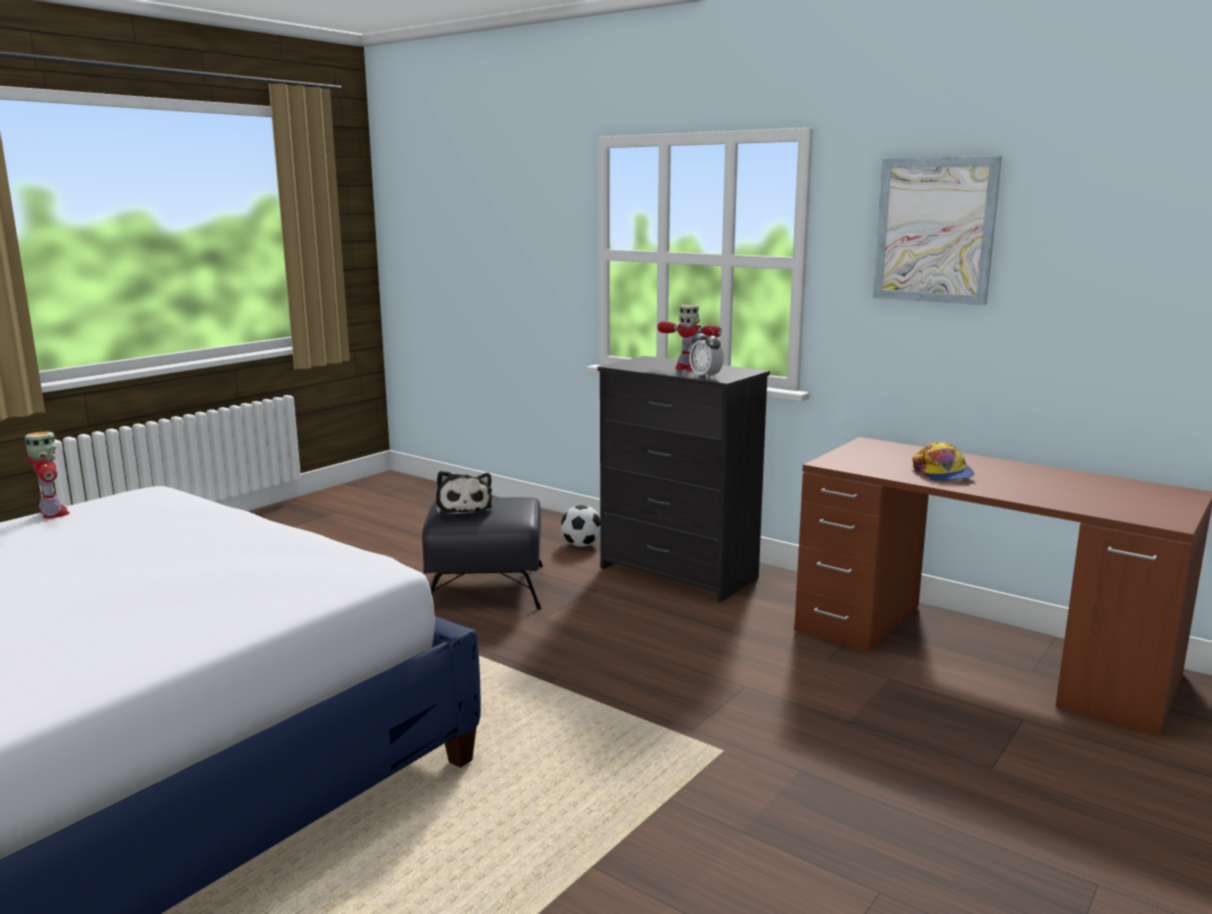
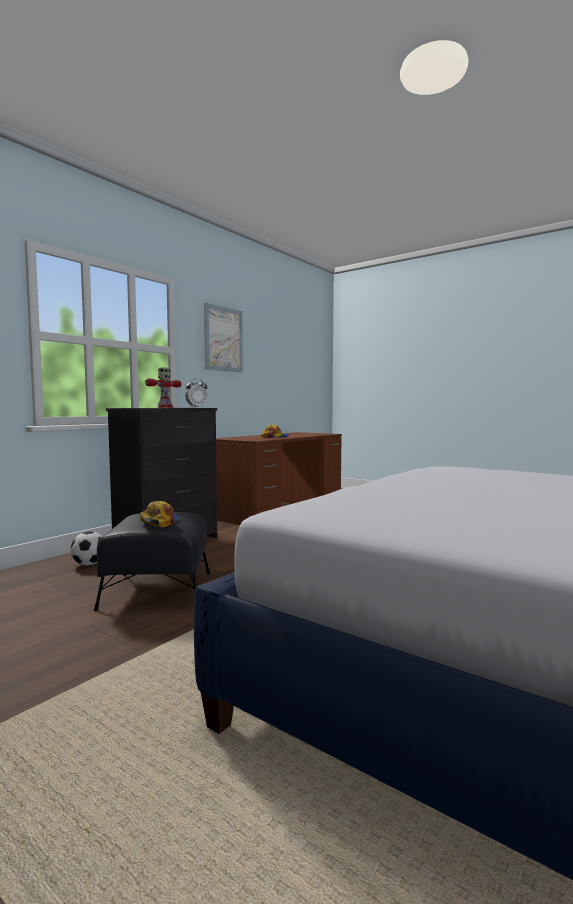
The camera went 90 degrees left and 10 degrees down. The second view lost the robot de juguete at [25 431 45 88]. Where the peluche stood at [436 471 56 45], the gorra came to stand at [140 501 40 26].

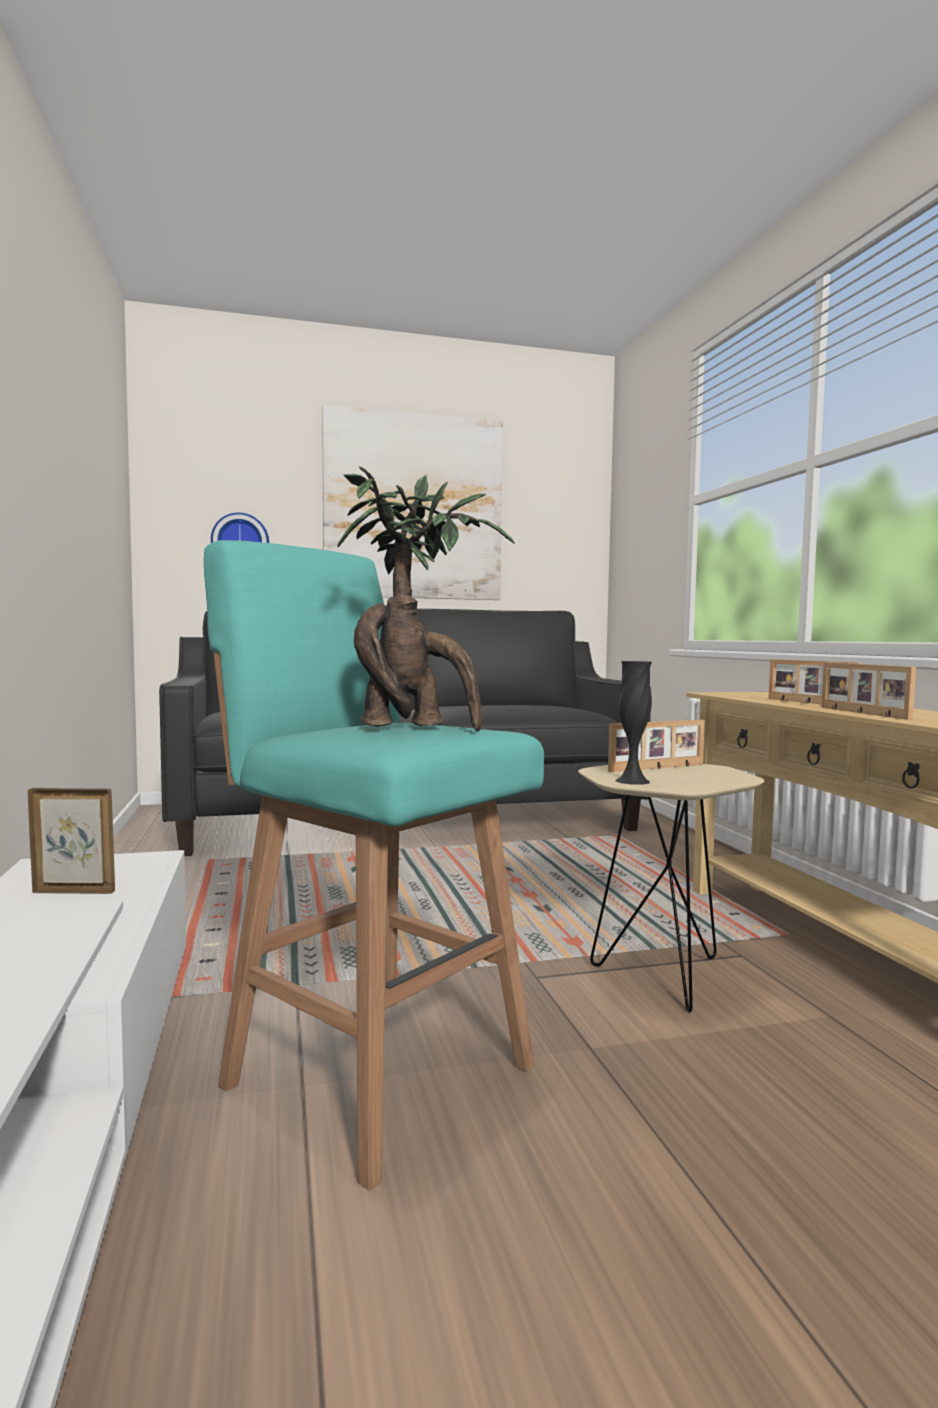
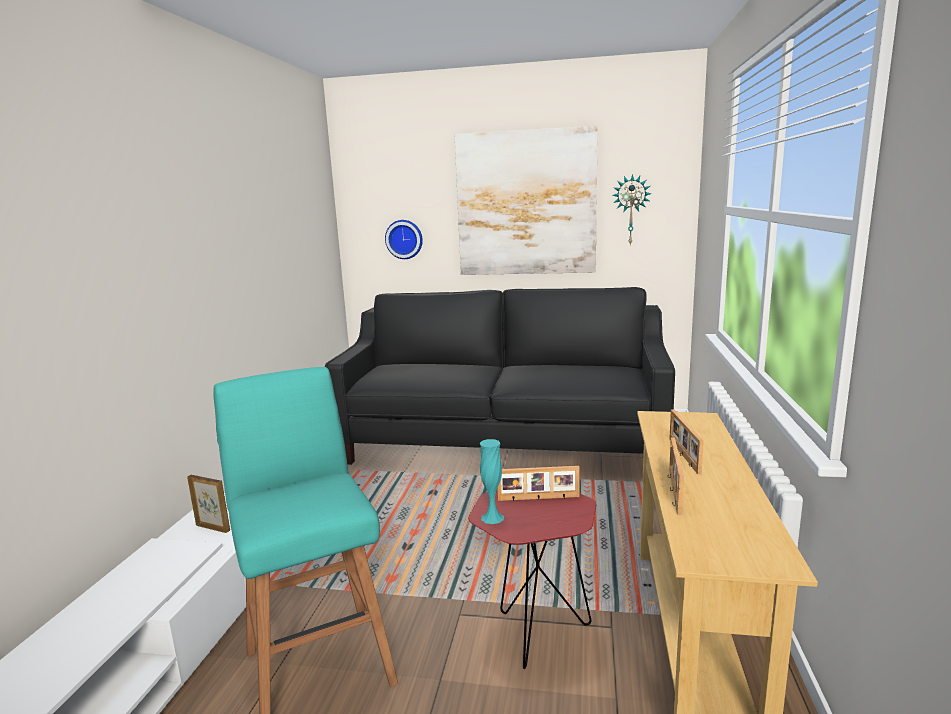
The camera went 25 degrees right and 10 degrees up. The second view lost the planta en maceta at [337 466 178 265]. The second view gained the reloj de pared at [612 174 40 72]. What was the mesa auxiliar [beis] at [578 764 186 248] turned into the mesa auxiliar [rojo] at [468 490 128 179]. What was the florero [negro] at [616 661 36 124] turned into the florero [turquesa] at [480 439 24 85].

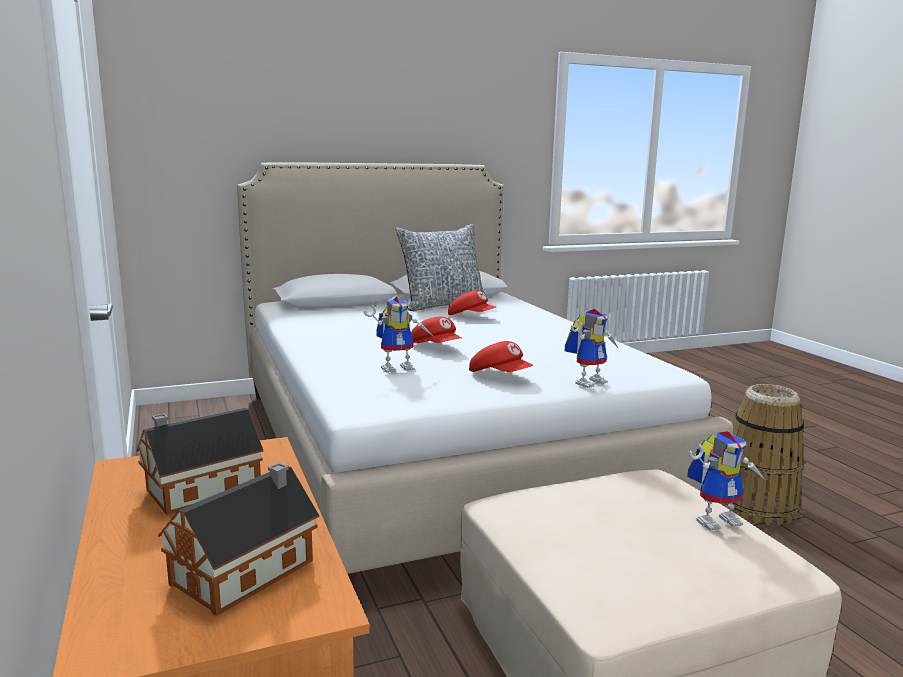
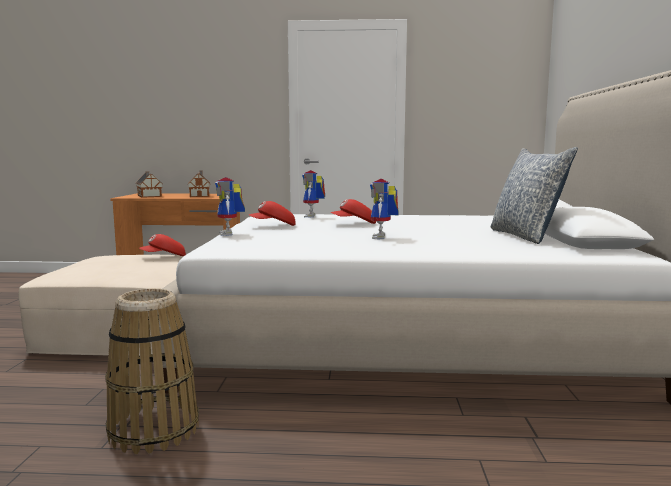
The camera went 115 degrees right and 5 degrees down. The gorra [rojo] ended up elsewhere, having gone from [448 291 48 24] to [139 234 47 22]. The robot de juguete ended up elsewhere, having gone from [687 431 79 100] to [370 179 29 60].

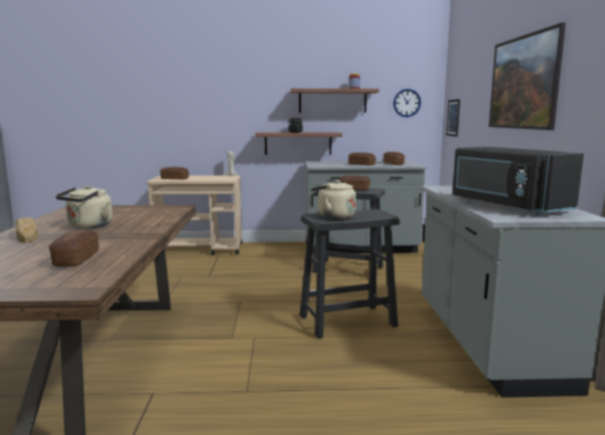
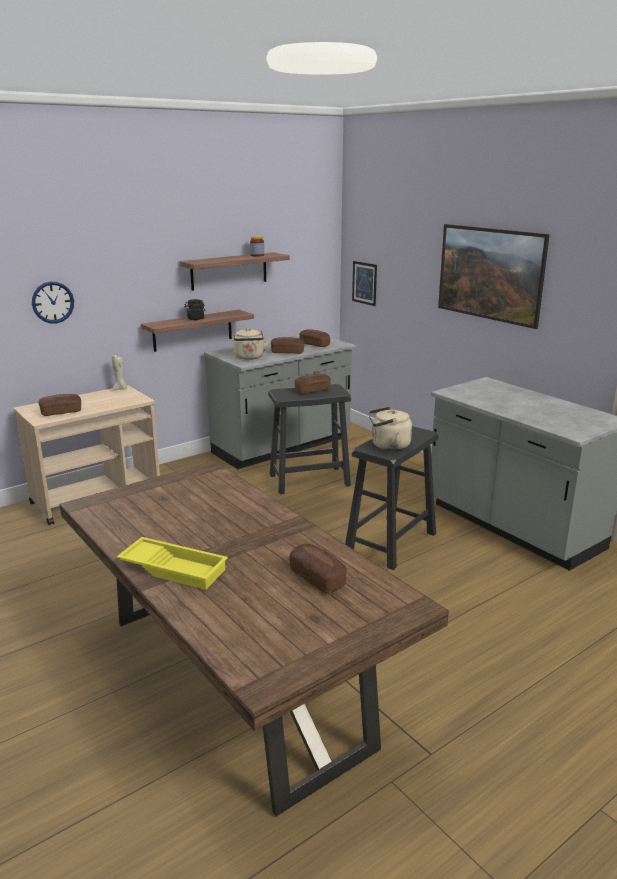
The camera went 35 degrees left and 10 degrees up. The second view lost the microondas [negro] at [452 147 132 68]. The hervidor [beis] ended up elsewhere, having gone from [55 186 57 43] to [233 328 37 32]. The reloj de pared ended up elsewhere, having gone from [393 89 28 28] to [32 281 42 42]. Where the pan stood at [15 217 23 26], the bandeja [amarillo] came to stand at [117 537 111 53].

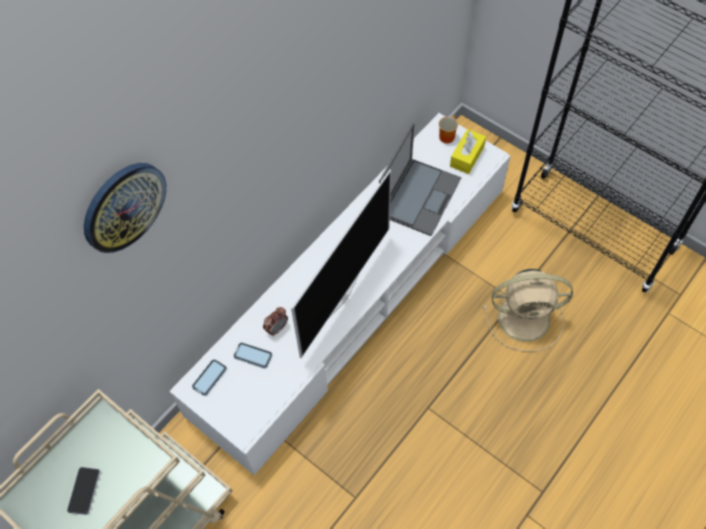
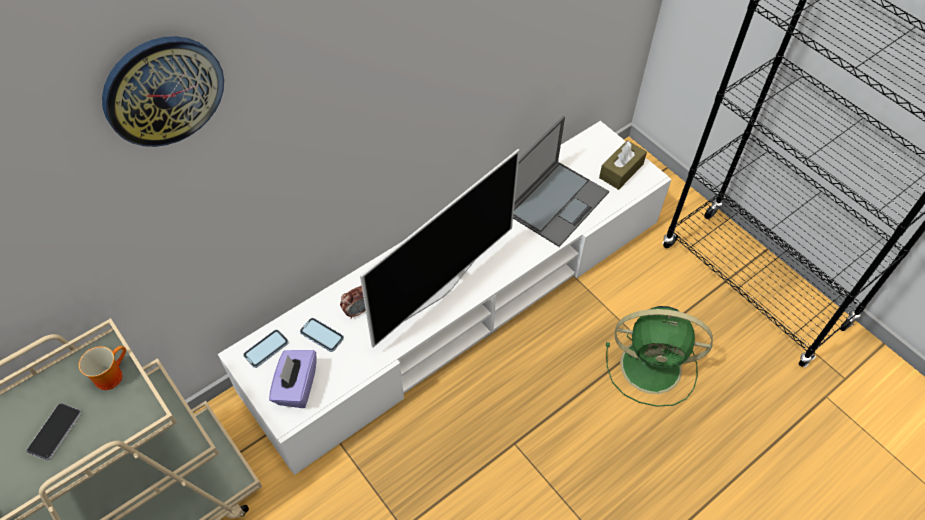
The camera went 10 degrees right and 5 degrees down. The second view gained the caja de pañuelos [morado] at [269 350 48 58]. The taza grande ended up elsewhere, having gone from [439 116 19 27] to [78 346 48 44]. What was the caja de pañuelos [amarillo] at [450 129 36 45] turned into the caja de pañuelos [marrón] at [599 140 48 50]. What was the ventilador [beis] at [483 269 90 82] turned into the ventilador [verde] at [606 306 107 101].

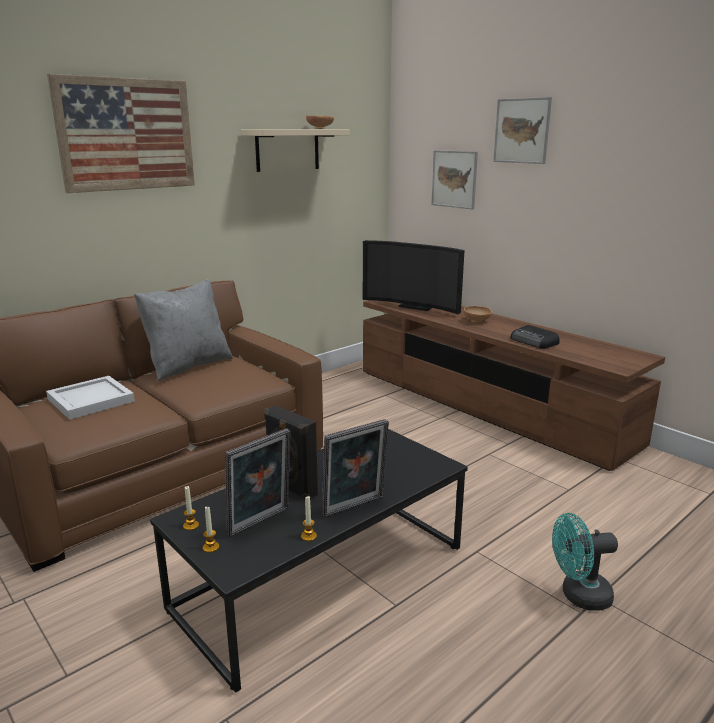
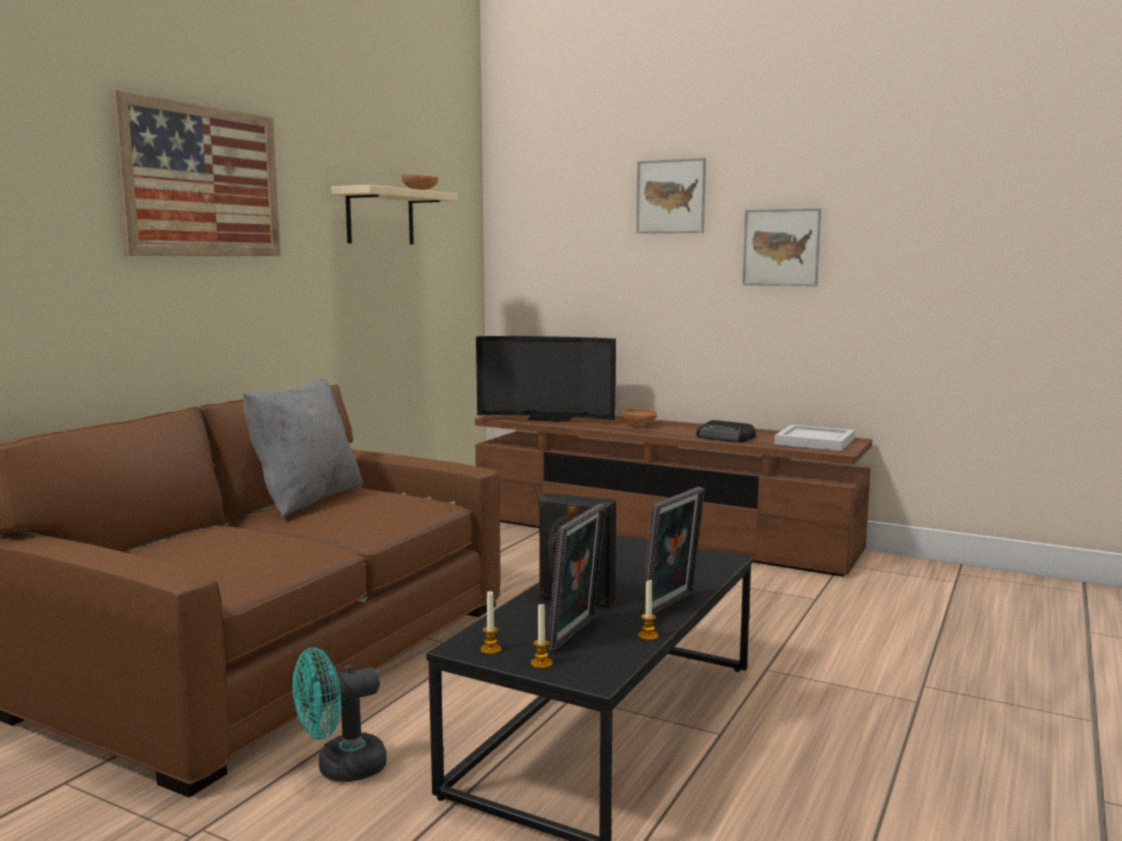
The camera went 20 degrees left and 10 degrees down. The bandeja [blanco] ended up elsewhere, having gone from [46 376 89 44] to [774 425 81 26]. The cuadro ended up elsewhere, having gone from [432 150 46 60] to [742 208 79 78]. The ventilador [turquesa] ended up elsewhere, having gone from [552 513 66 98] to [293 647 94 135].

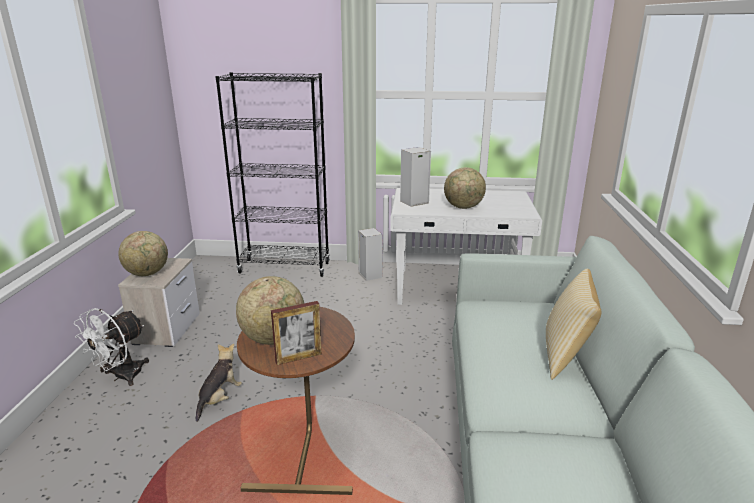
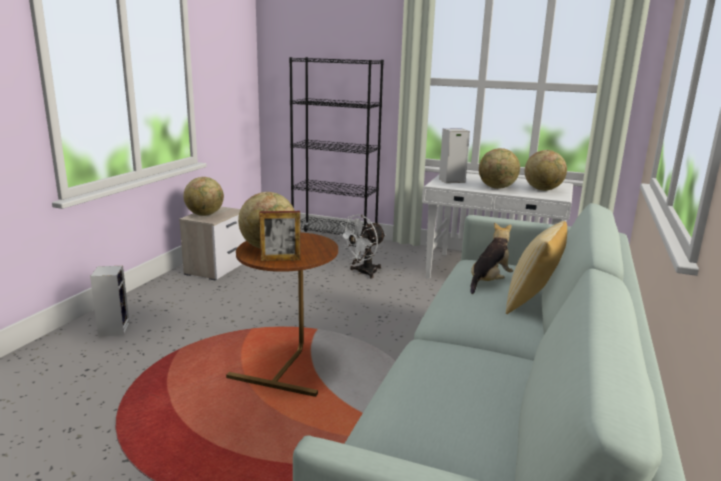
The camera went 15 degrees right and 5 degrees down. The second view gained the globo terráqueo at [525 150 42 41]. The ventilador [blanco] ended up elsewhere, having gone from [74 308 75 78] to [338 214 48 64]. The peluche ended up elsewhere, having gone from [196 344 46 78] to [470 222 43 72]. The altavoz ended up elsewhere, having gone from [358 228 24 53] to [90 266 40 70].

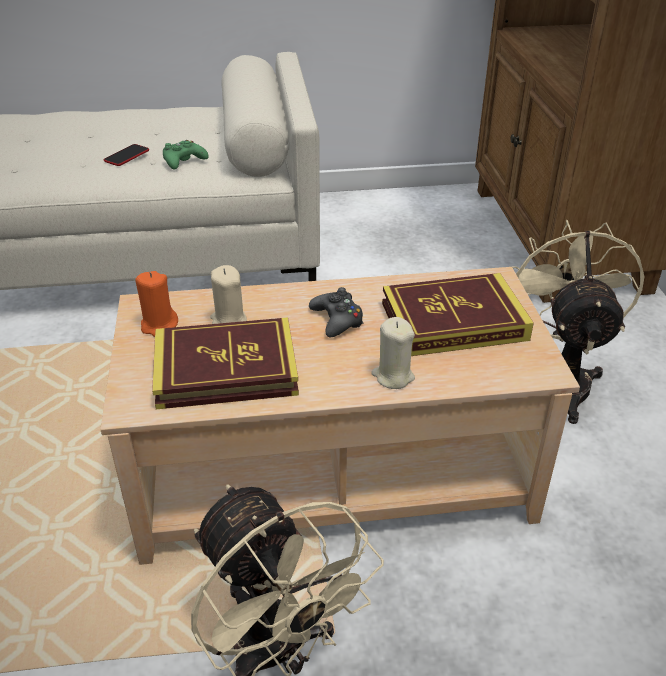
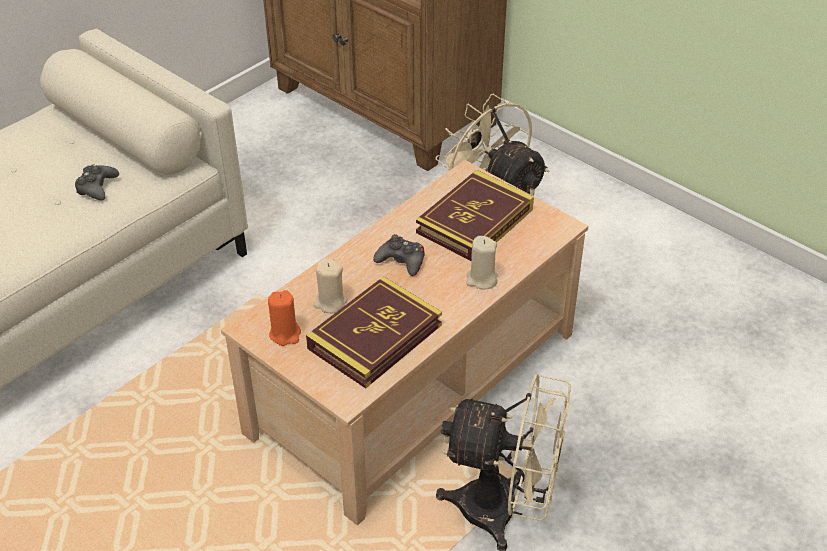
The camera went 40 degrees left and 5 degrees up. The second view lost the móvil at [104 144 45 22]. What was the mando de consola [verde] at [163 140 46 30] turned into the mando de consola [negro] at [75 164 44 36].

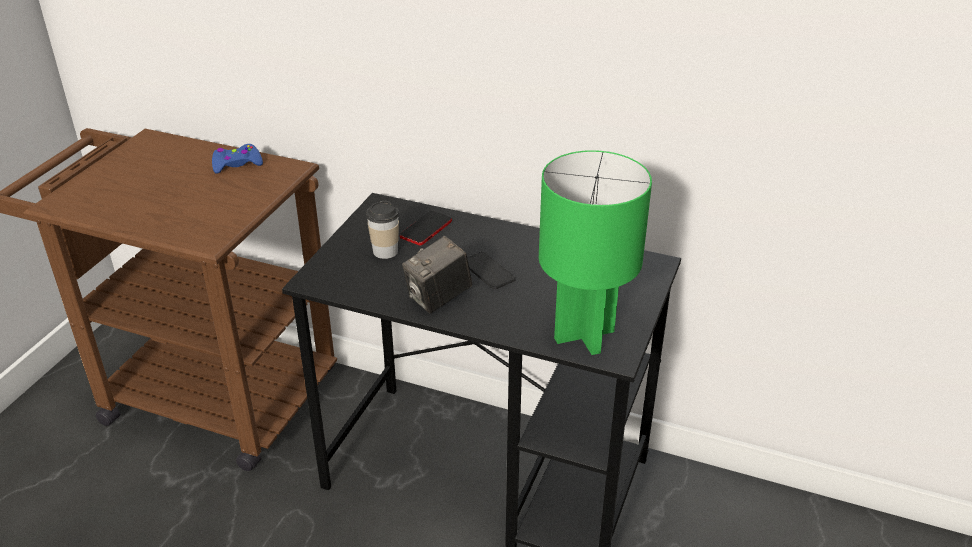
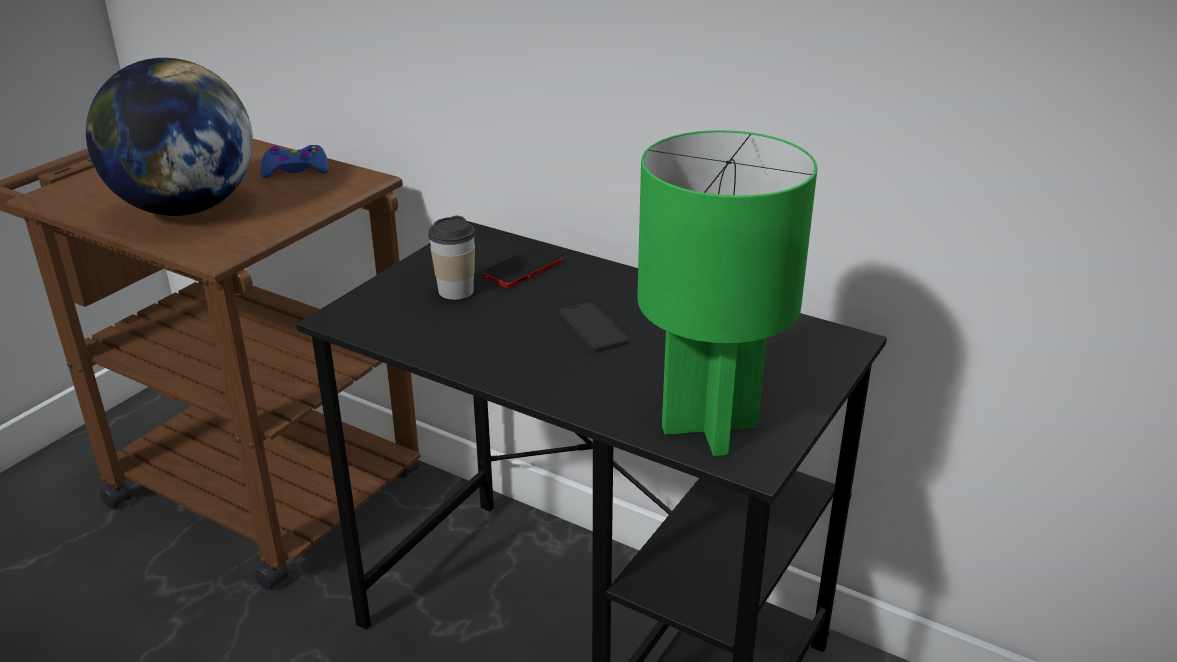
The camera went 10 degrees right and 5 degrees down. The second view lost the cámara at [402 236 70 77]. The second view gained the globo terráqueo at [86 58 167 158].

